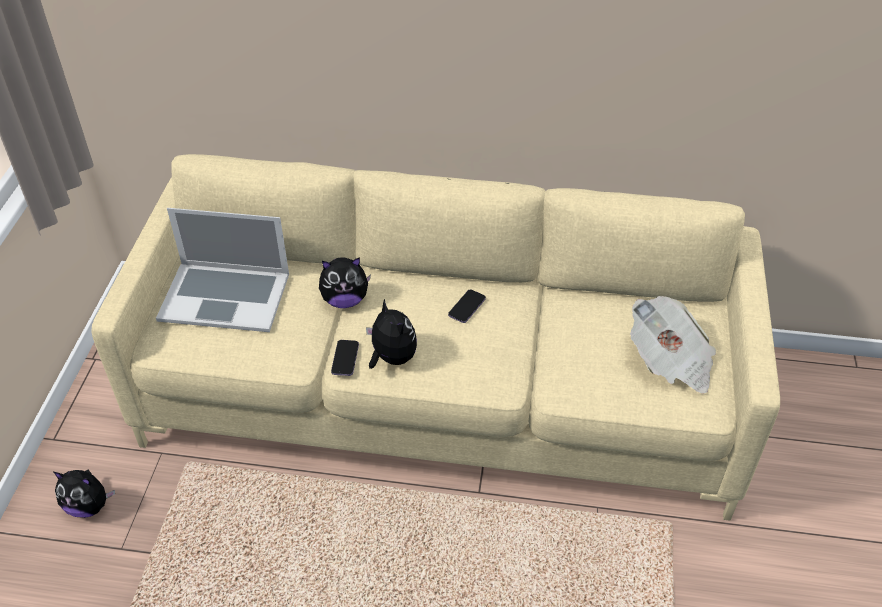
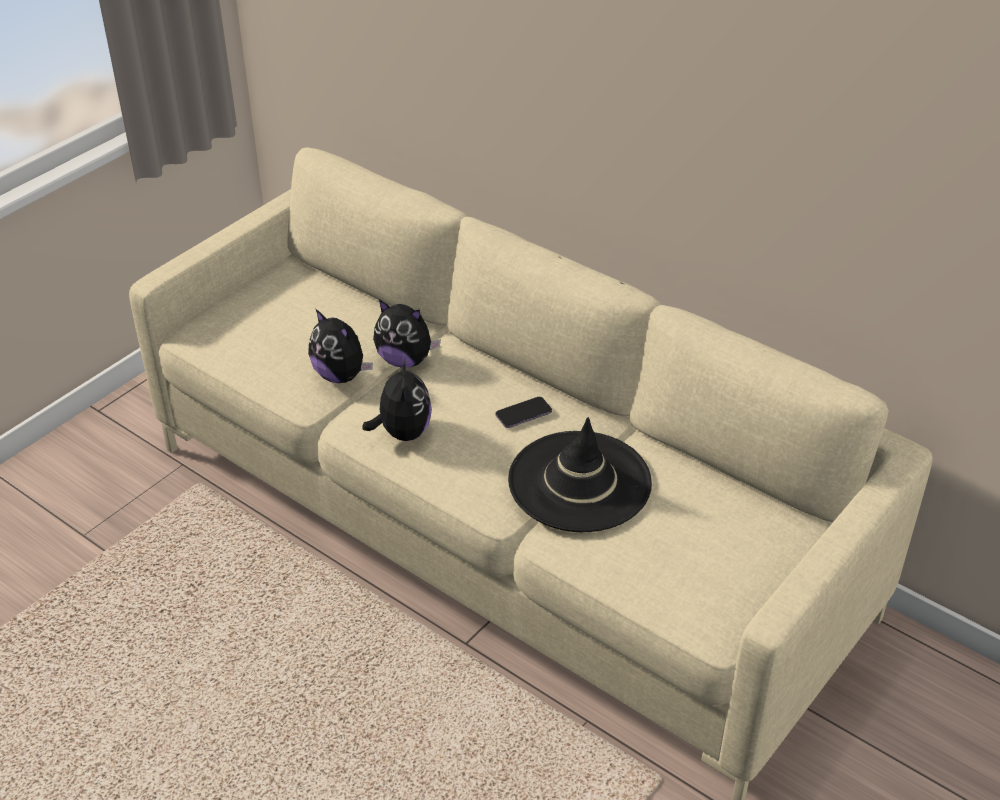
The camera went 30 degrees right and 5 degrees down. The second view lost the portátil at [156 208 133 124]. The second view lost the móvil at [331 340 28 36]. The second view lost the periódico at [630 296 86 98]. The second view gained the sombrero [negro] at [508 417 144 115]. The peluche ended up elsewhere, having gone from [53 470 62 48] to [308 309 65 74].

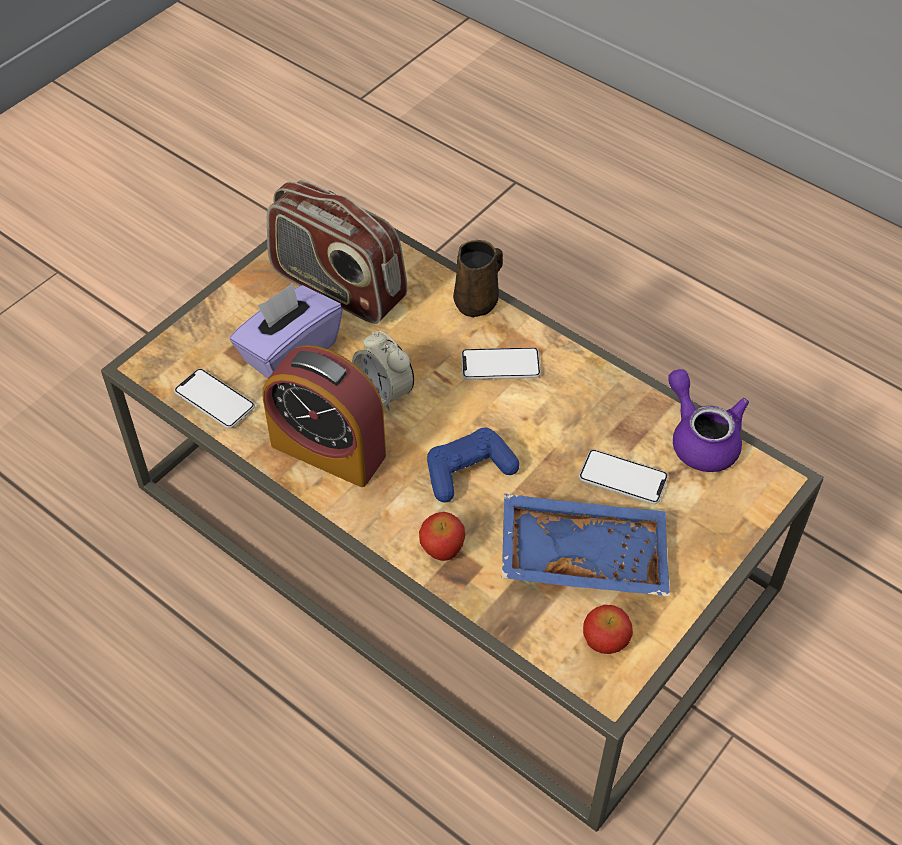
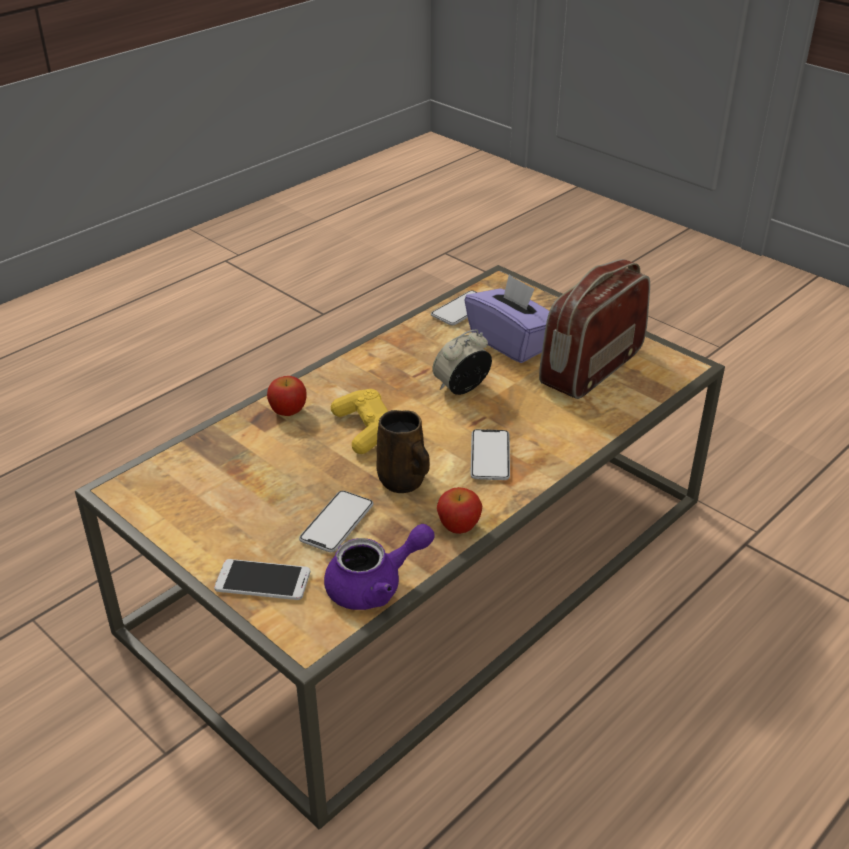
The camera went 95 degrees right and 15 degrees down. The second view lost the despertador at [263 345 123 142]. The second view lost the bandeja [azul] at [502 494 168 103]. The second view gained the móvil at [214 559 96 41]. The taza grande [marrón] ended up elsewhere, having gone from [453 240 50 77] to [376 410 54 83]. The manzana ended up elsewhere, having gone from [583 605 50 49] to [437 487 45 47]. What was the mando de consola [azul] at [427 428 92 75] turned into the mando de consola [amarillo] at [331 389 57 65].

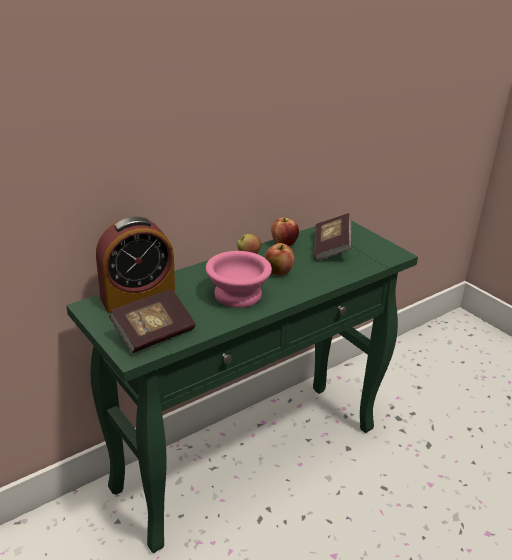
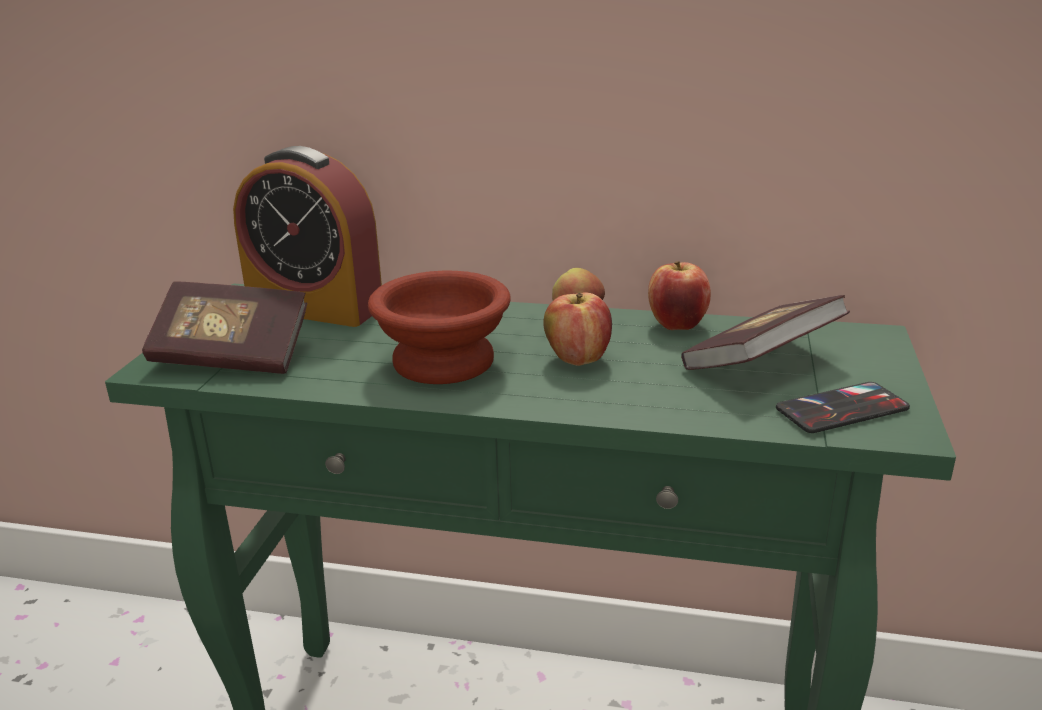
The camera went 50 degrees right and 5 degrees down. The second view gained the móvil at [776 382 134 51]. What was the cuenco [rosa] at [206 251 66 57] turned into the cuenco [marrón] at [368 271 143 113].

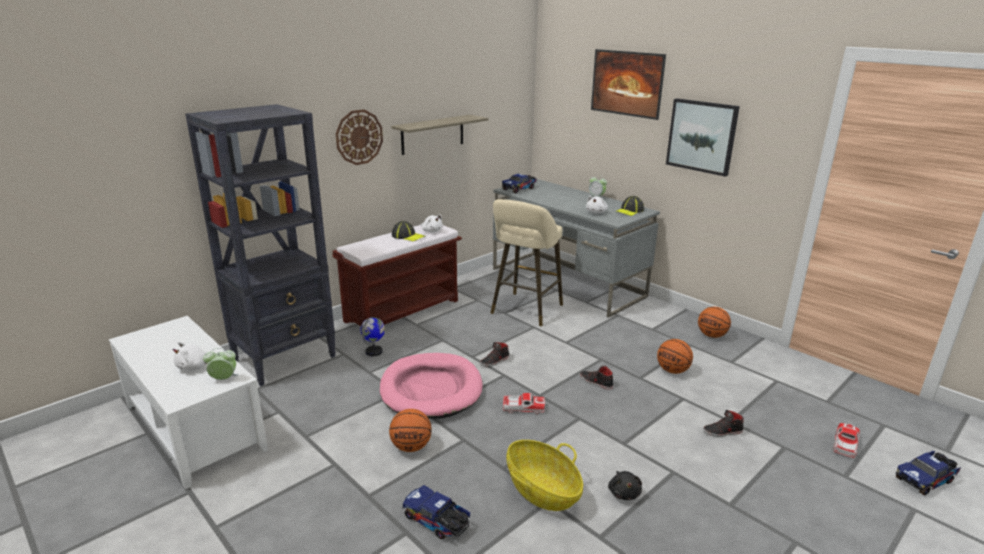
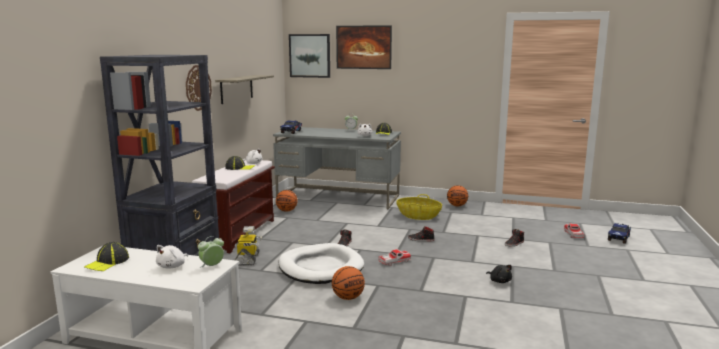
The camera went 30 degrees left and 10 degrees down. The second view lost the camión de juguete at [403 485 67 54]. The second view lost the taburete [beis] at [490 199 73 127]. The second view gained the gorra at [84 242 45 29]. The cesta ended up elsewhere, having gone from [506 440 77 71] to [396 194 46 26]. The balón de baloncesto ended up elsewhere, having gone from [657 339 36 35] to [276 190 21 22]. The cuadro ended up elsewhere, having gone from [666 98 74 79] to [289 34 41 44]. Where the globo terráqueo stood at [361 317 24 39], the robot de juguete came to stand at [235 226 27 39]. What was the cama para perro [rosa] at [380 353 103 66] turned into the cama para perro [blanco] at [278 243 86 41].

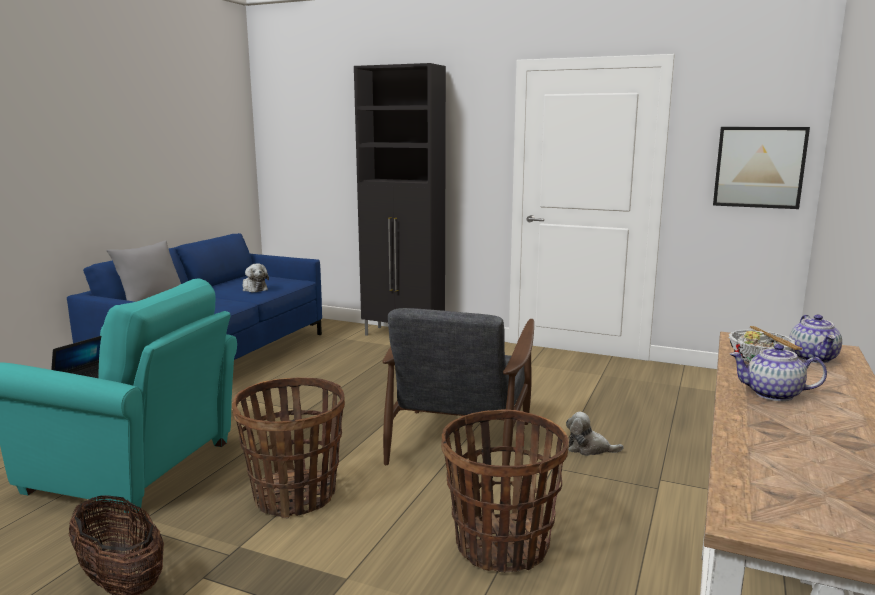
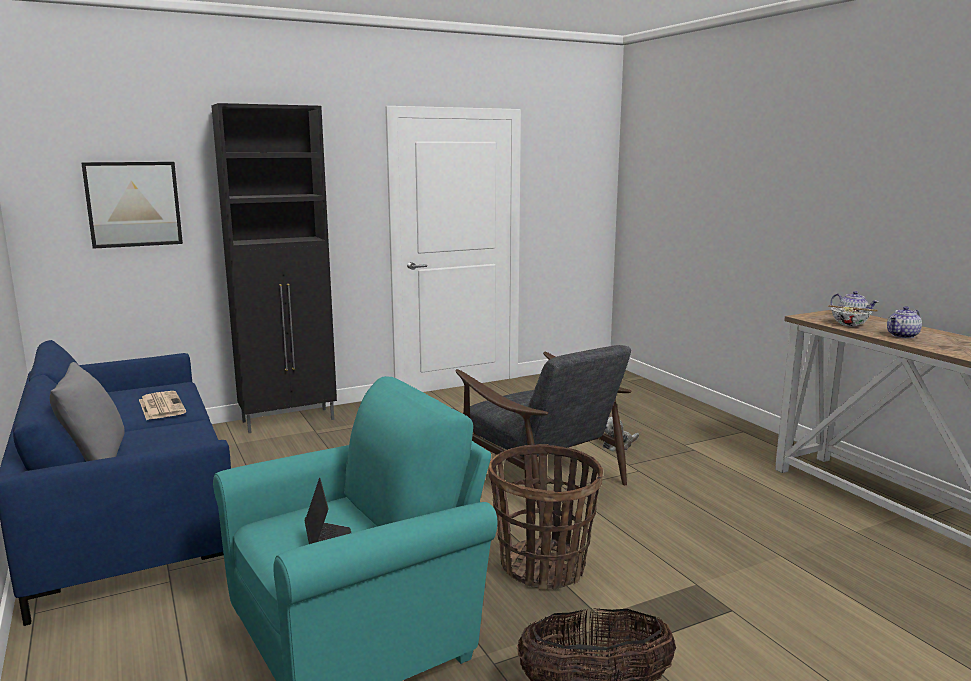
The camera went 50 degrees left and 0 degrees up. The second view lost the cesta at [441 410 128 162]. The cuadro ended up elsewhere, having gone from [713 127 97 82] to [81 162 102 87]. Where the peluche stood at [242 264 27 28], the periódico came to stand at [139 391 47 29].

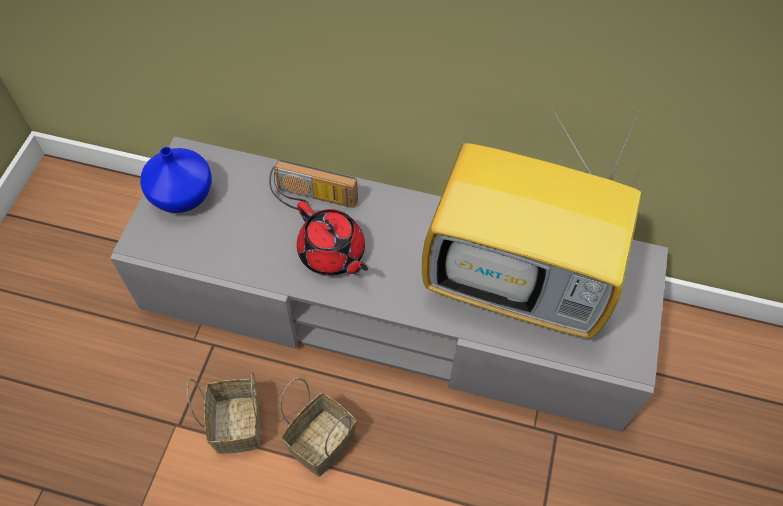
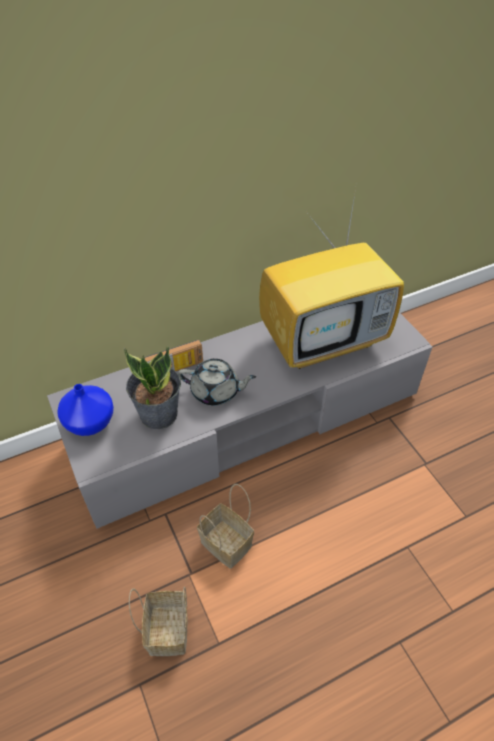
The camera went 40 degrees left and 10 degrees down. The second view gained the planta en maceta at [124 346 57 83]. The cesta ended up elsewhere, having gone from [280 378 77 99] to [129 586 59 70]. What was the tetera [rojo] at [297 201 71 75] turned into the tetera [gris] at [178 359 78 47].

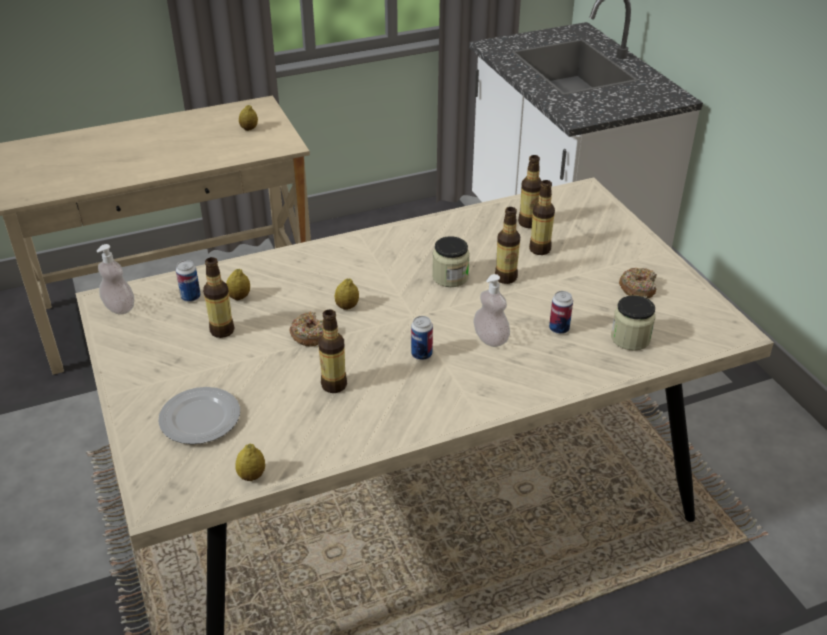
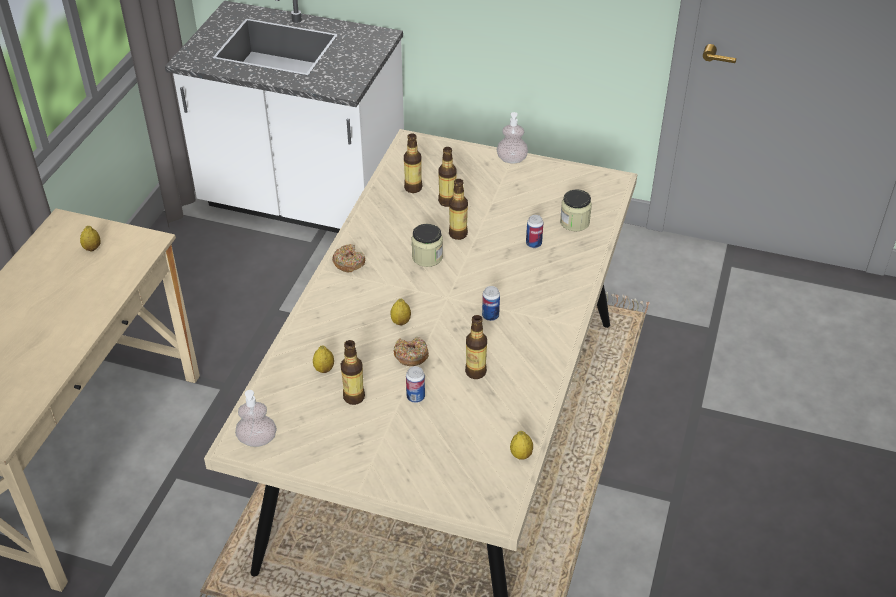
The camera went 50 degrees left and 5 degrees up. The second view lost the plato at [158 387 82 57]. The lata ended up elsewhere, having gone from [176 260 25 42] to [406 366 19 37]. The dispensador de jabón ended up elsewhere, having gone from [473 274 37 73] to [497 112 31 51]. The rosquilla ended up elsewhere, having gone from [619 268 38 30] to [332 244 33 28].

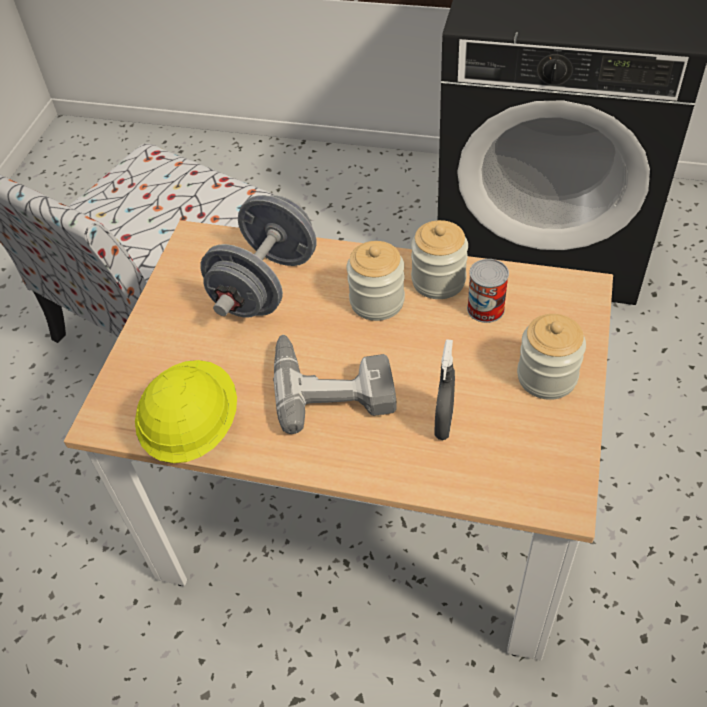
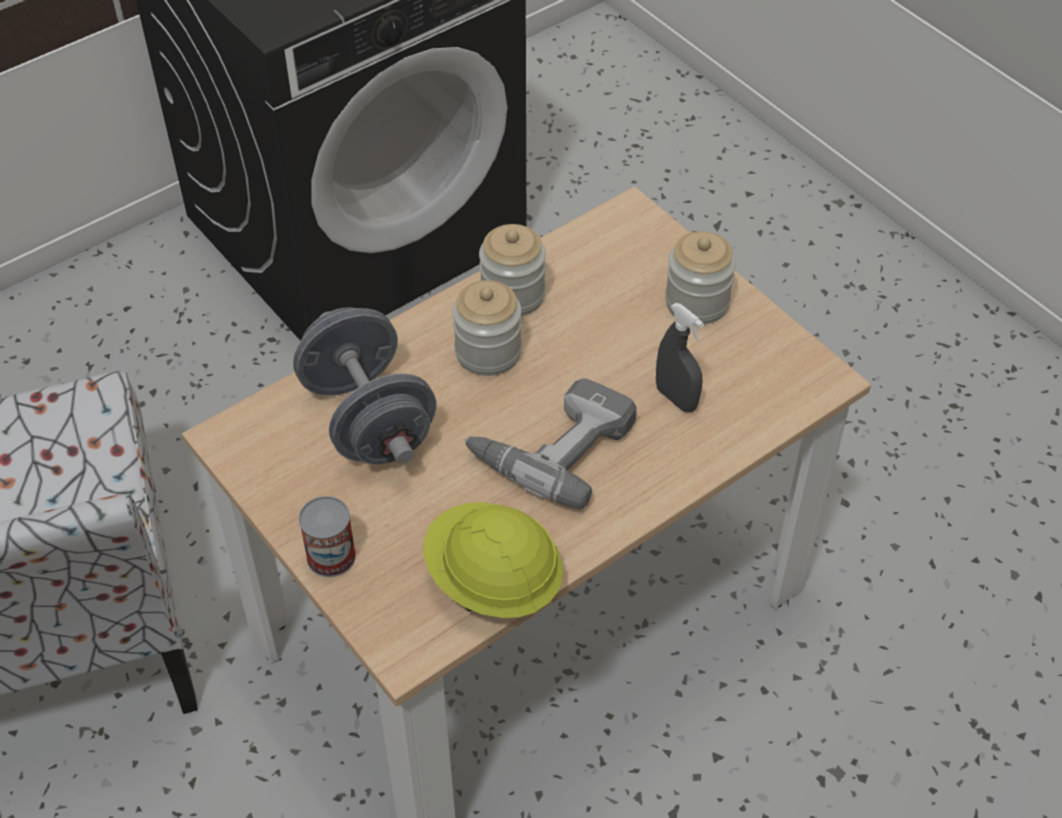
The camera went 55 degrees left and 0 degrees up. The lata ended up elsewhere, having gone from [467 259 42 64] to [299 496 57 81].

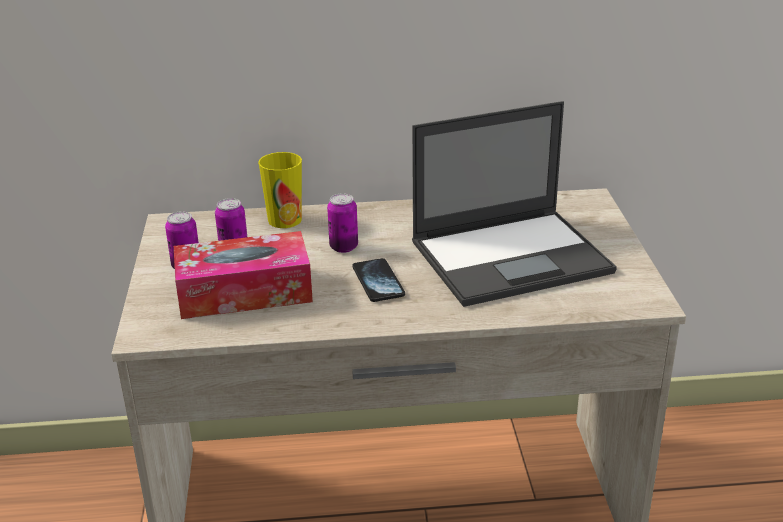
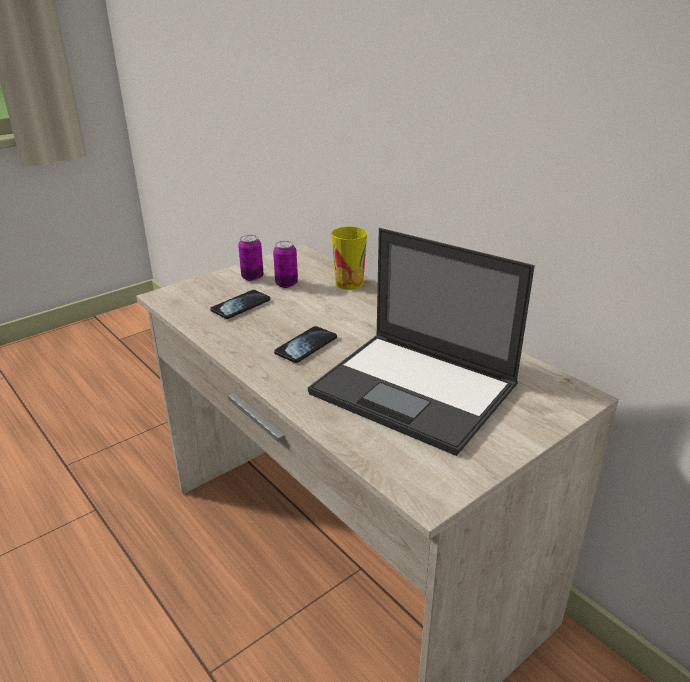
The camera went 55 degrees right and 0 degrees up. The second view lost the lata at [327 193 31 60]. Where the caja de pañuelos stood at [174 231 139 88], the móvil came to stand at [210 290 61 29].

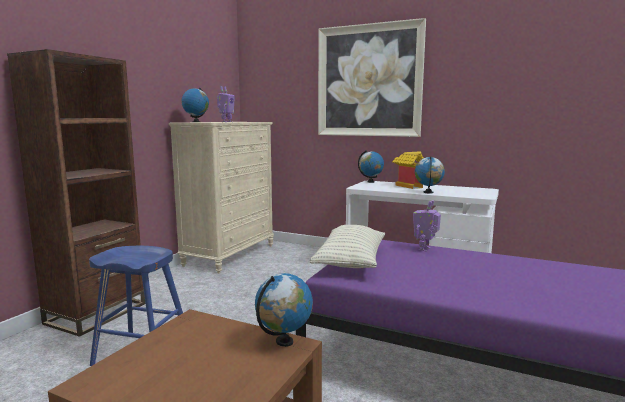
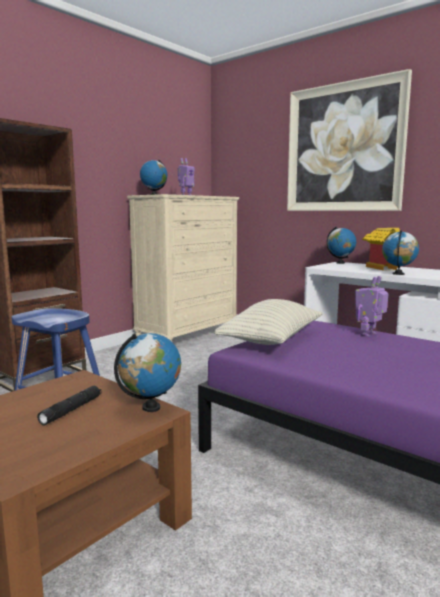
The camera went 15 degrees right and 0 degrees up. The second view gained the linterna [negro] at [37 386 65 39].

